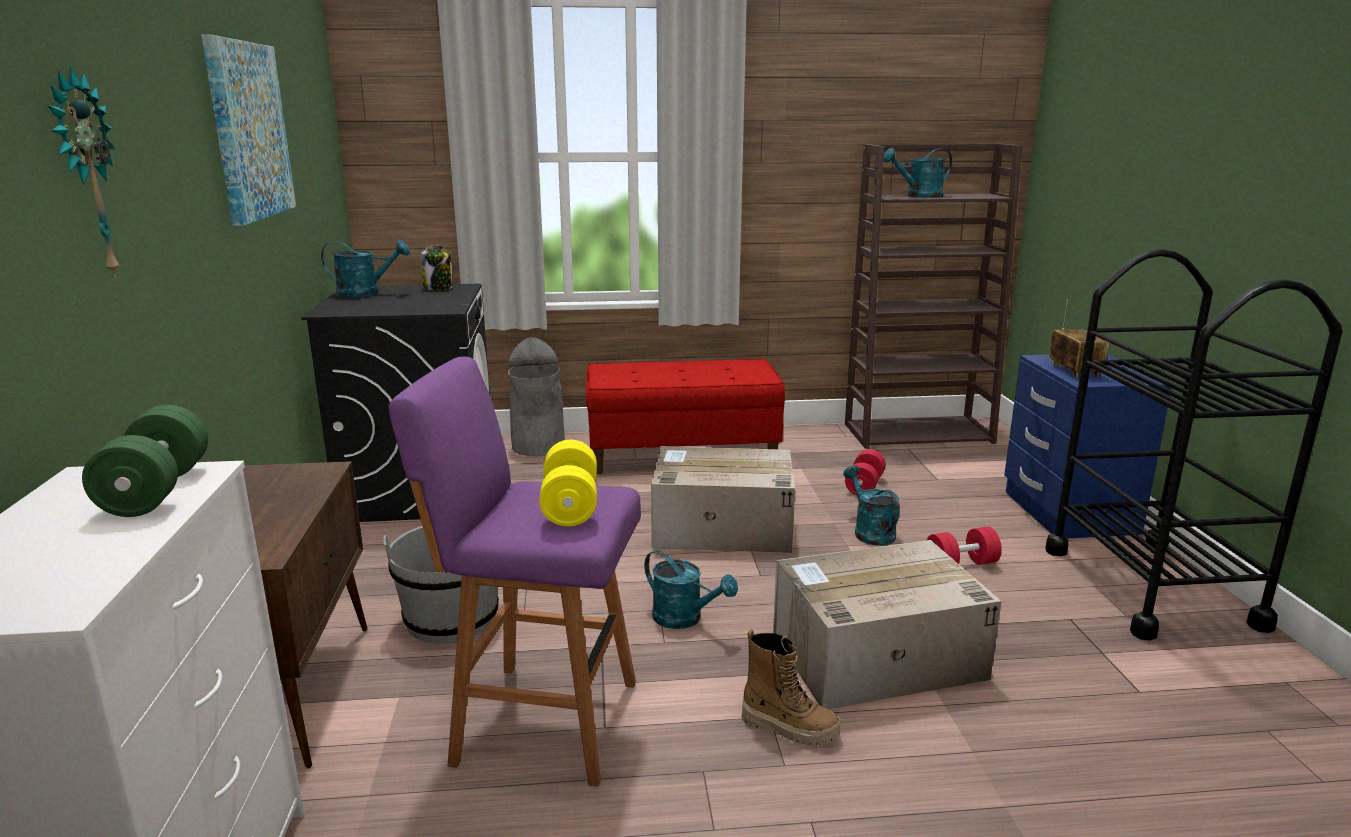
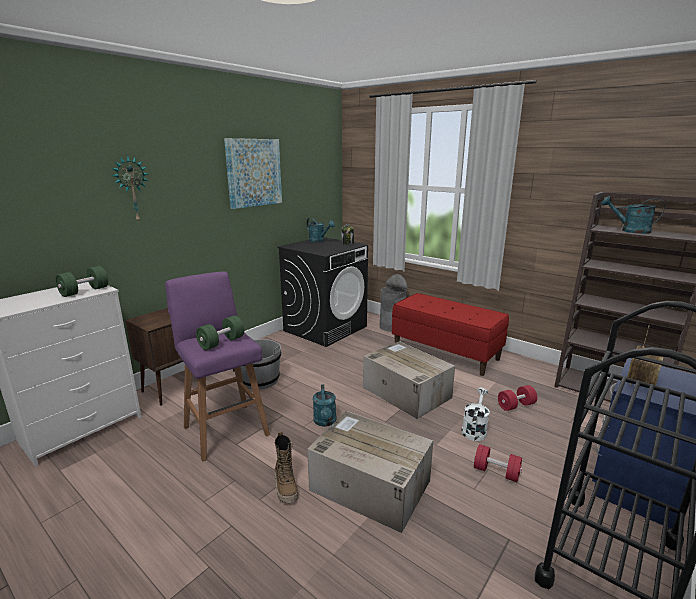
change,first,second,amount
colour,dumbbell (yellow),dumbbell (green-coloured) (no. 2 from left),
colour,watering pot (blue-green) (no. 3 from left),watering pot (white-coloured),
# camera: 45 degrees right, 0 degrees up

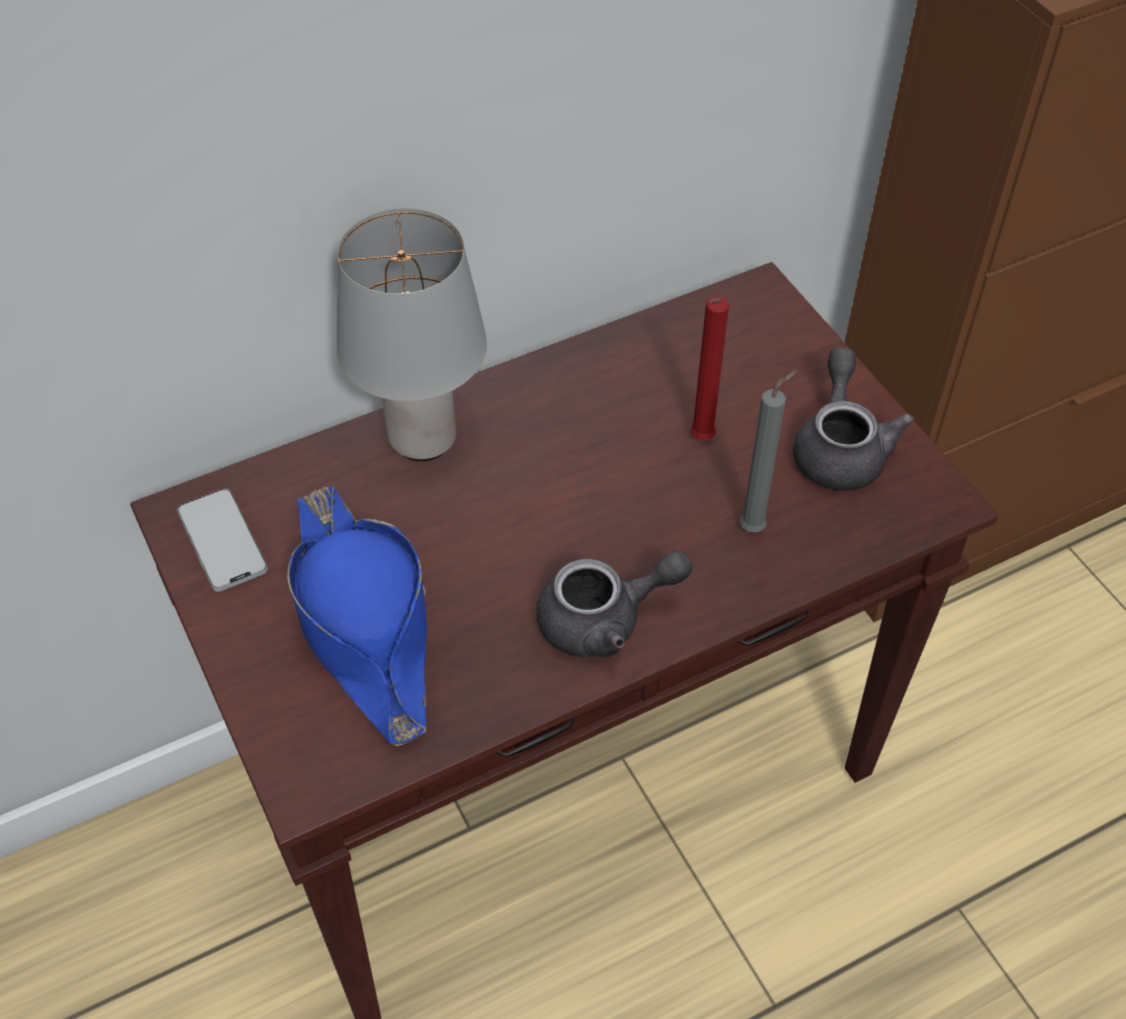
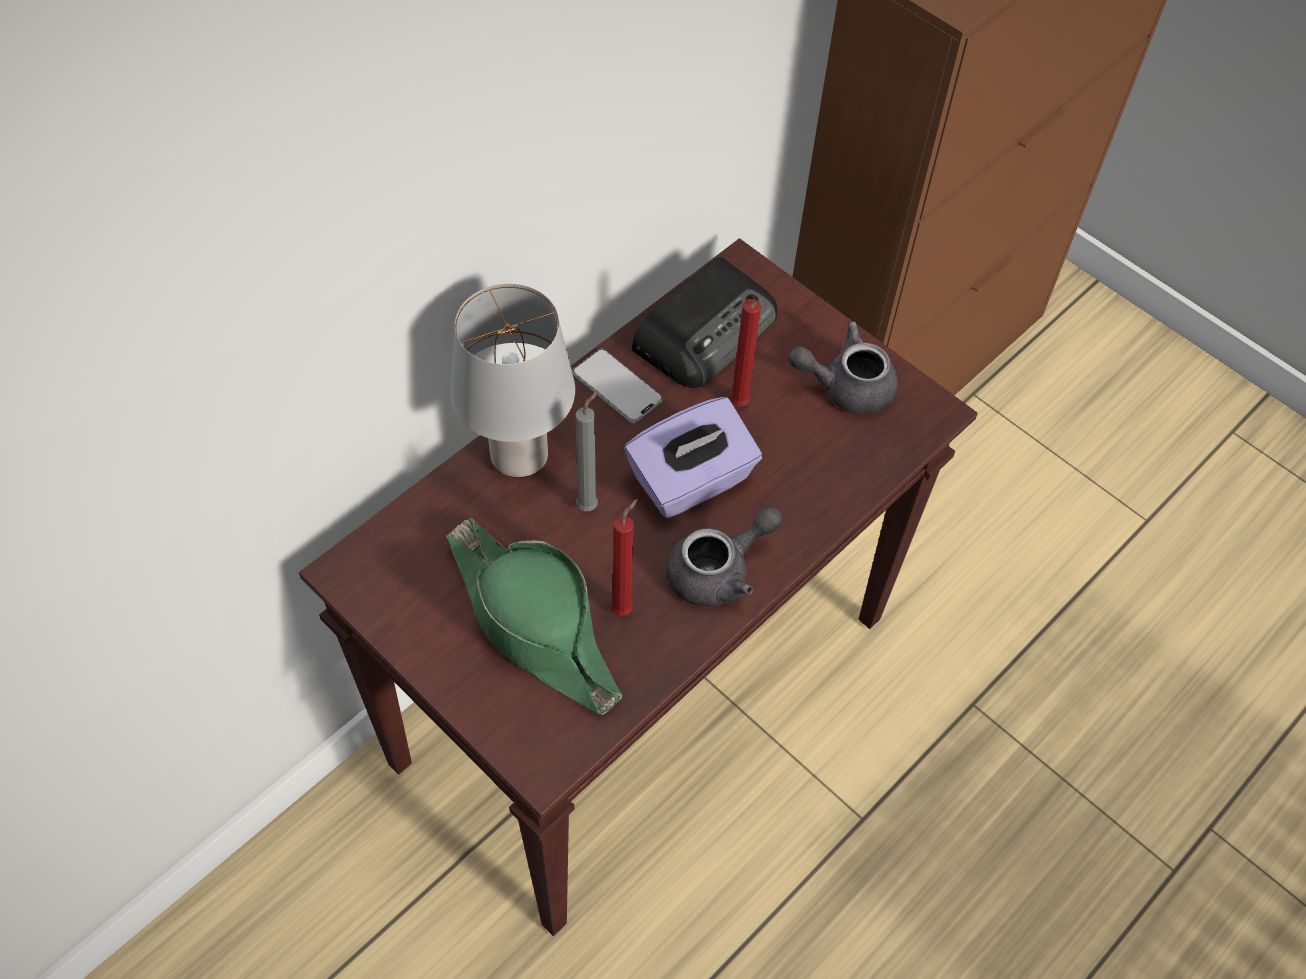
change,first,second,amount
relocated,handset,,
colour,wearable hat (blue-coloured),wearable hat (green-coloured),
relocated,candle (gray),,
spun,teapot (gray) (no. 2 from left),,75 degrees counterclockwise
appeared,,candle (red) (no. 1 from left),
appeared,,tissue holder (purple),
appeared,,radio receiver,
# camera: 20 degrees left, 5 degrees up

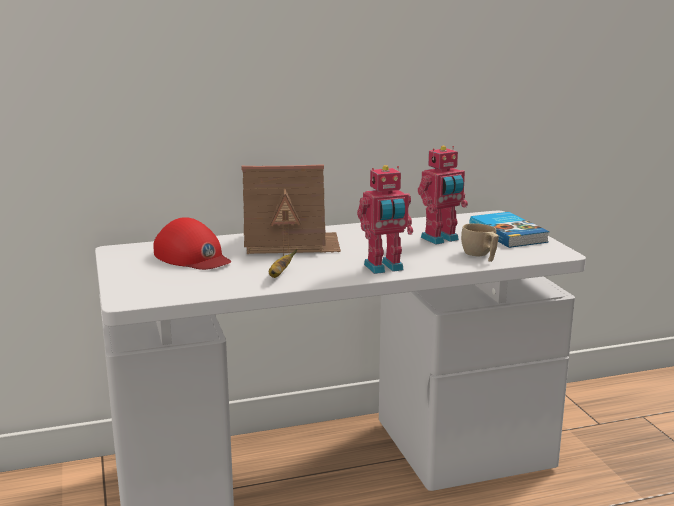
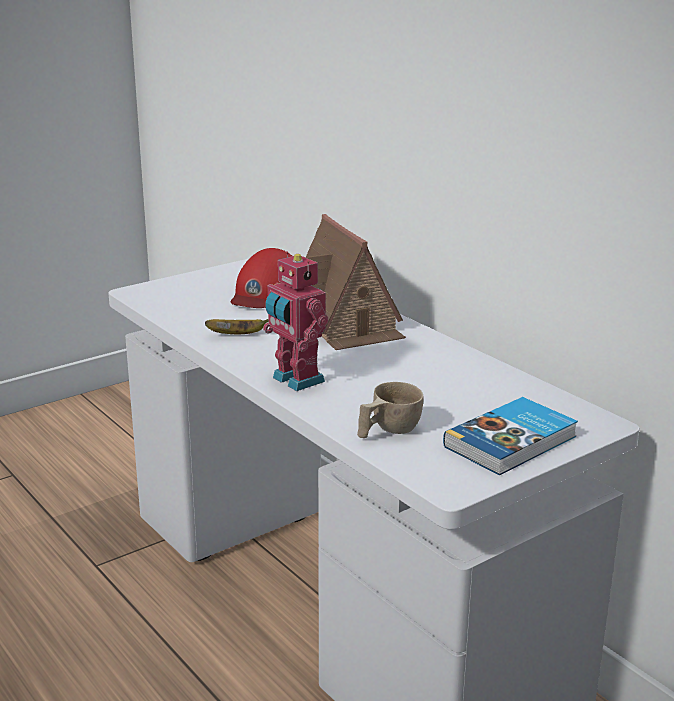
change,first,second,amount
missing,robot figure (no. 2 from left),,
# camera: 70 degrees right, 5 degrees up

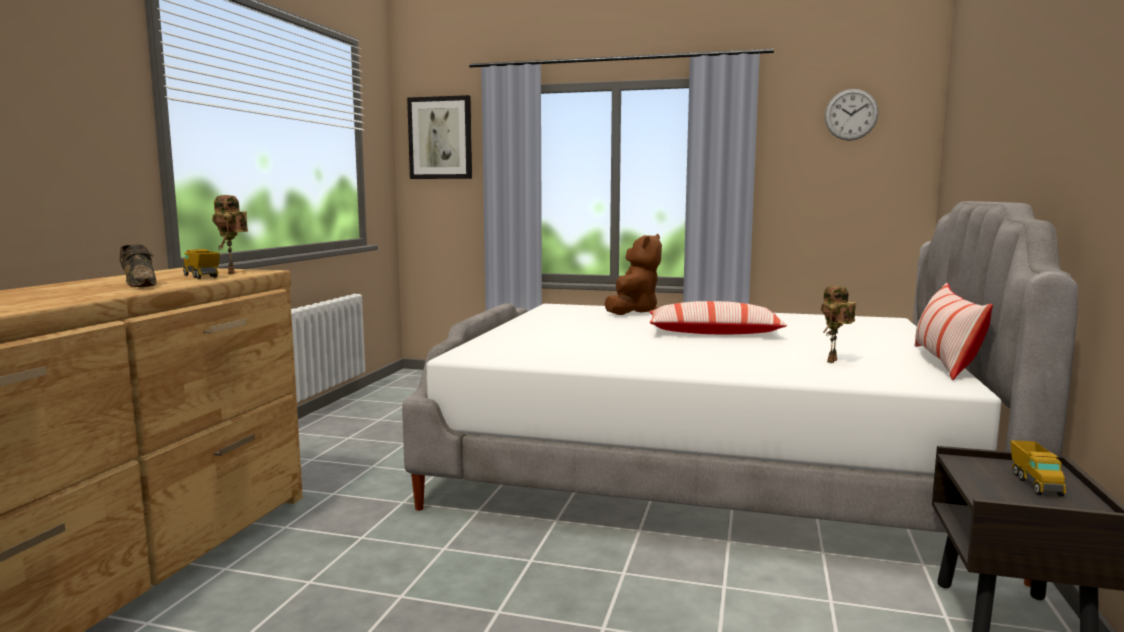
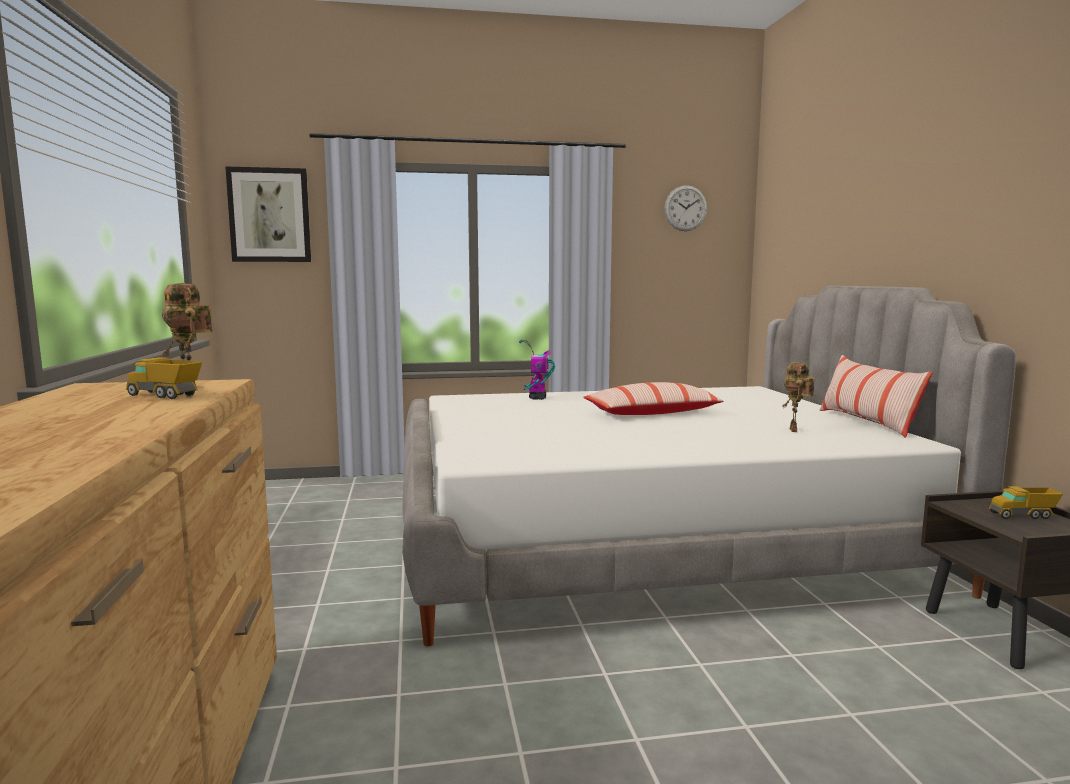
change,first,second,amount
missing,item of footwear (brown),,
exchanged,soft toy (brown),robot figure (no. 2 from left),
spun,toy truck (no. 2 from left),,105 degrees clockwise
# camera: 25 degrees left, 0 degrees up

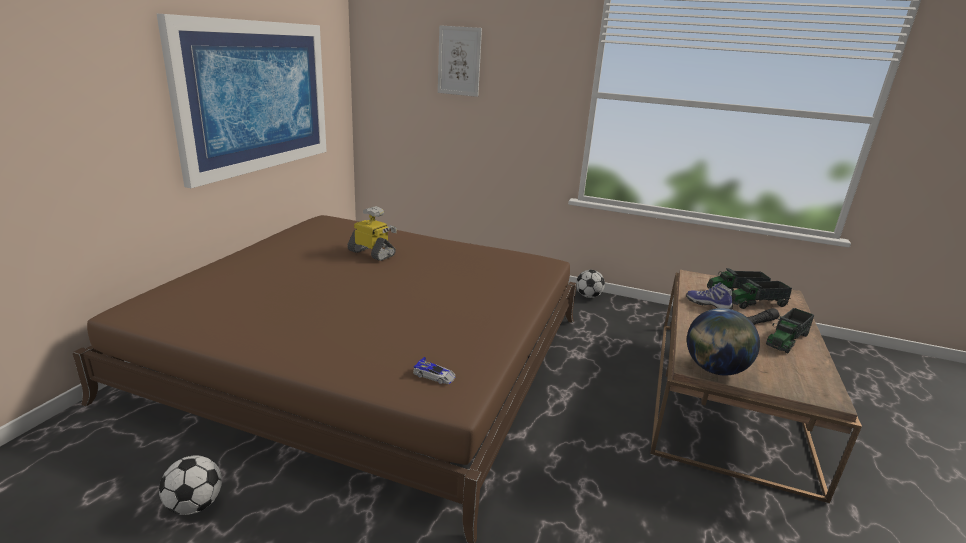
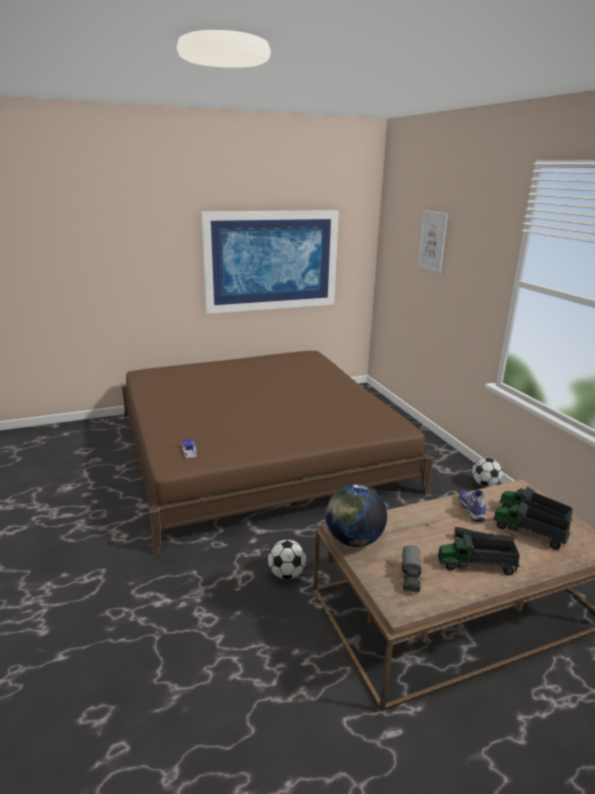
change,first,second,amount
relocated,ball for football (no. 1 from left),,
missing,robot figure,,
appeared,,toy truck (no. 1 from left),
# camera: 50 degrees right, 0 degrees up

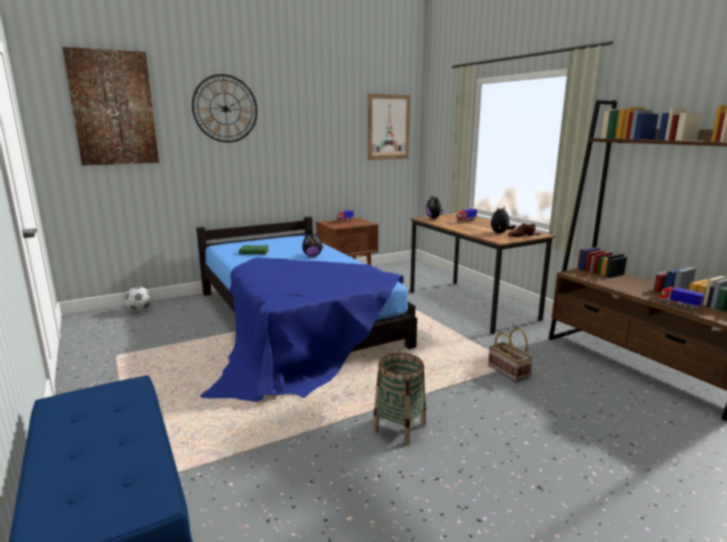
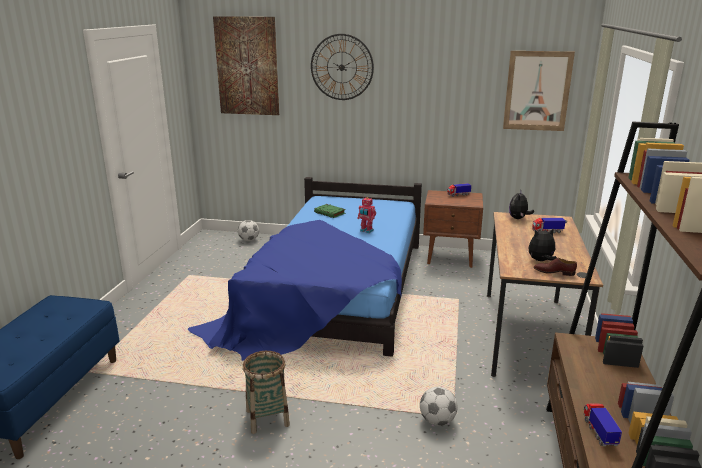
change,first,second,amount
exchanged,soft toy (no. 1 from left),robot figure,
exchanged,household basket (no. 2 from left),ball for football (no. 2 from left),
# camera: 40 degrees right, 5 degrees up

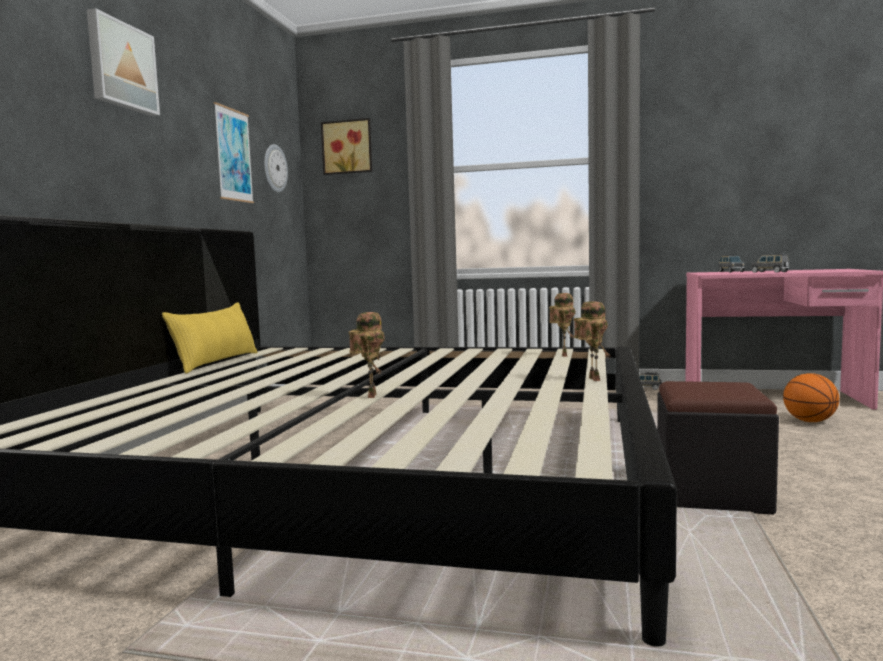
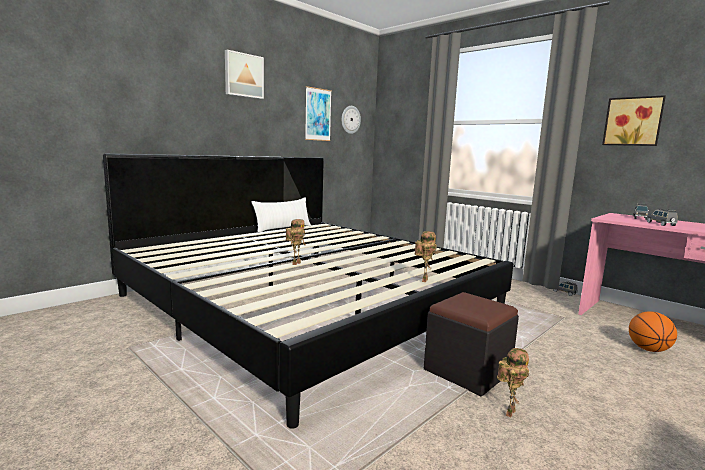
change,first,second,amount
colour,pillow (yellow),pillow (white-coloured),
relocated,wall art (no. 3 from left),,
relocated,robot figure (no. 2 from left in the first image),robot figure (no. 3 from left),
# camera: 30 degrees right, 5 degrees up

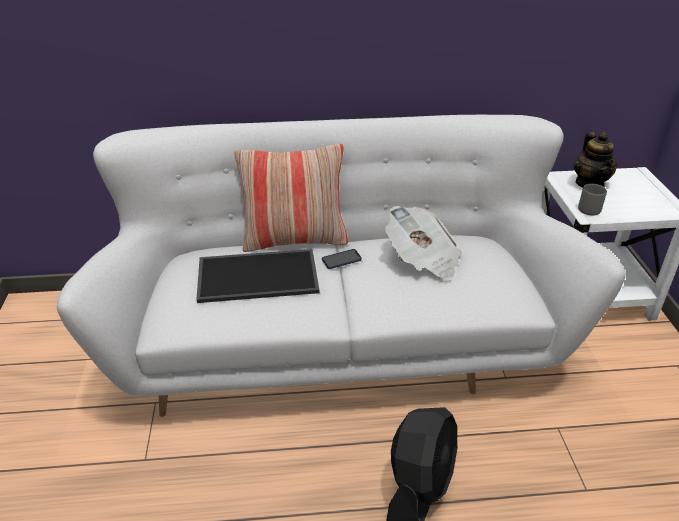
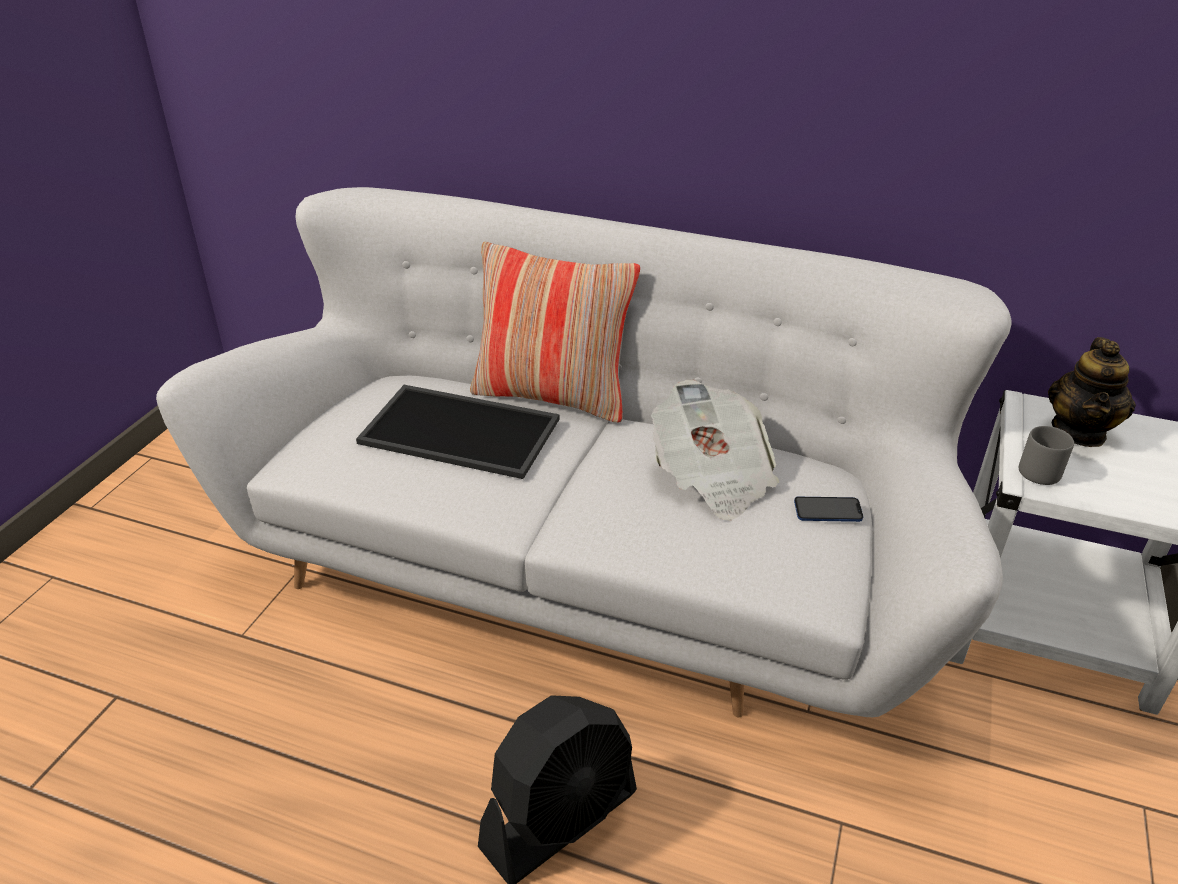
change,first,second,amount
relocated,handset,,
# camera: 25 degrees right, 0 degrees up

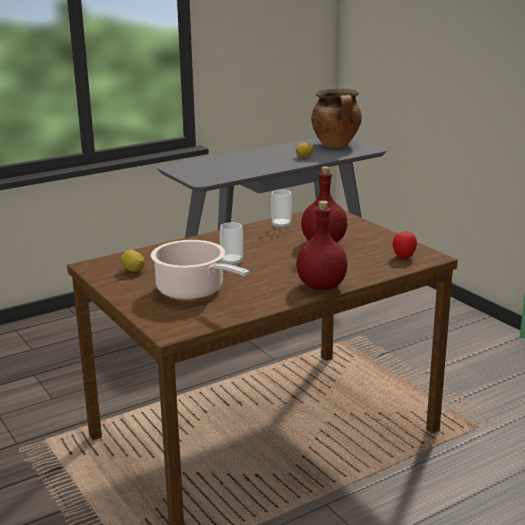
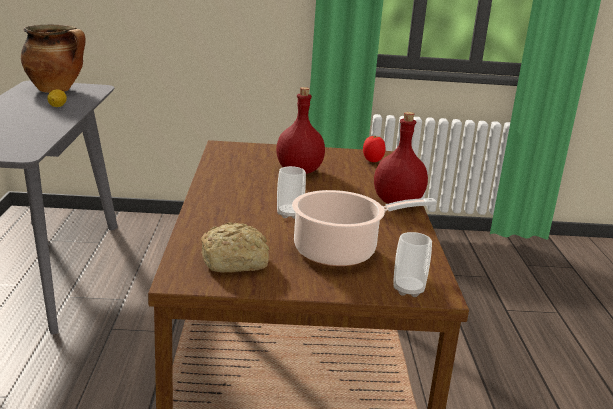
change,first,second,amount
exchanged,lemon (no. 1 from left),bread,
relocated,cup (no. 2 from left),,
# camera: 60 degrees left, 0 degrees up

